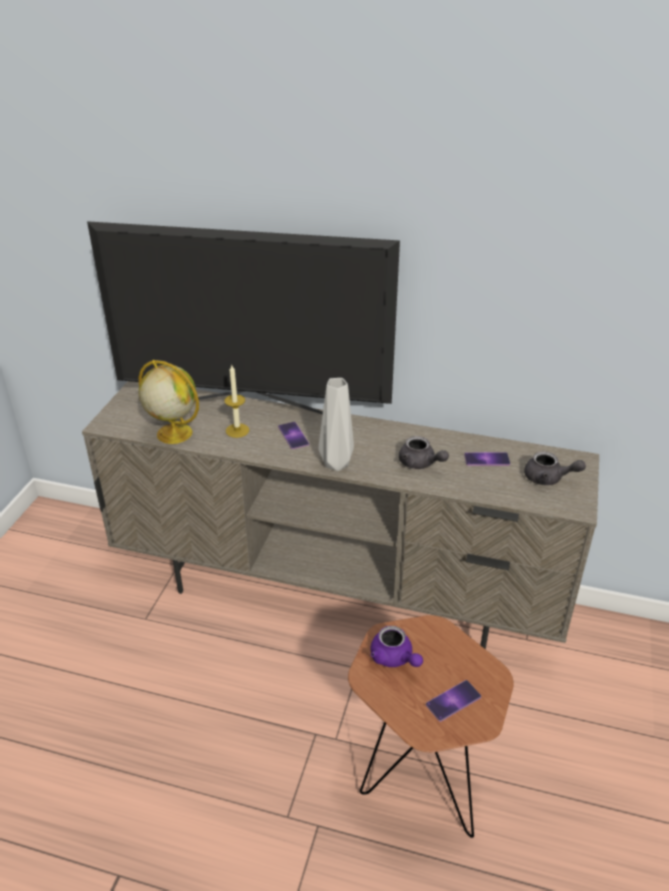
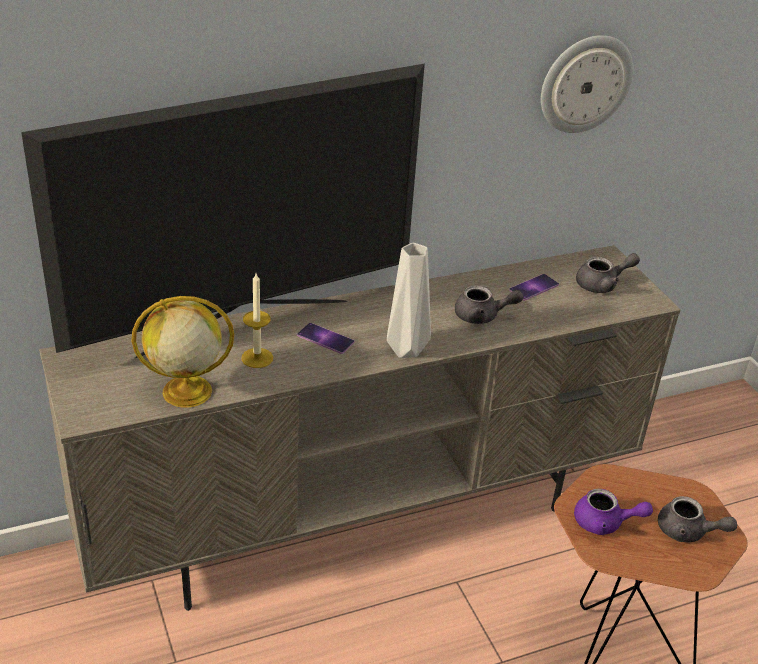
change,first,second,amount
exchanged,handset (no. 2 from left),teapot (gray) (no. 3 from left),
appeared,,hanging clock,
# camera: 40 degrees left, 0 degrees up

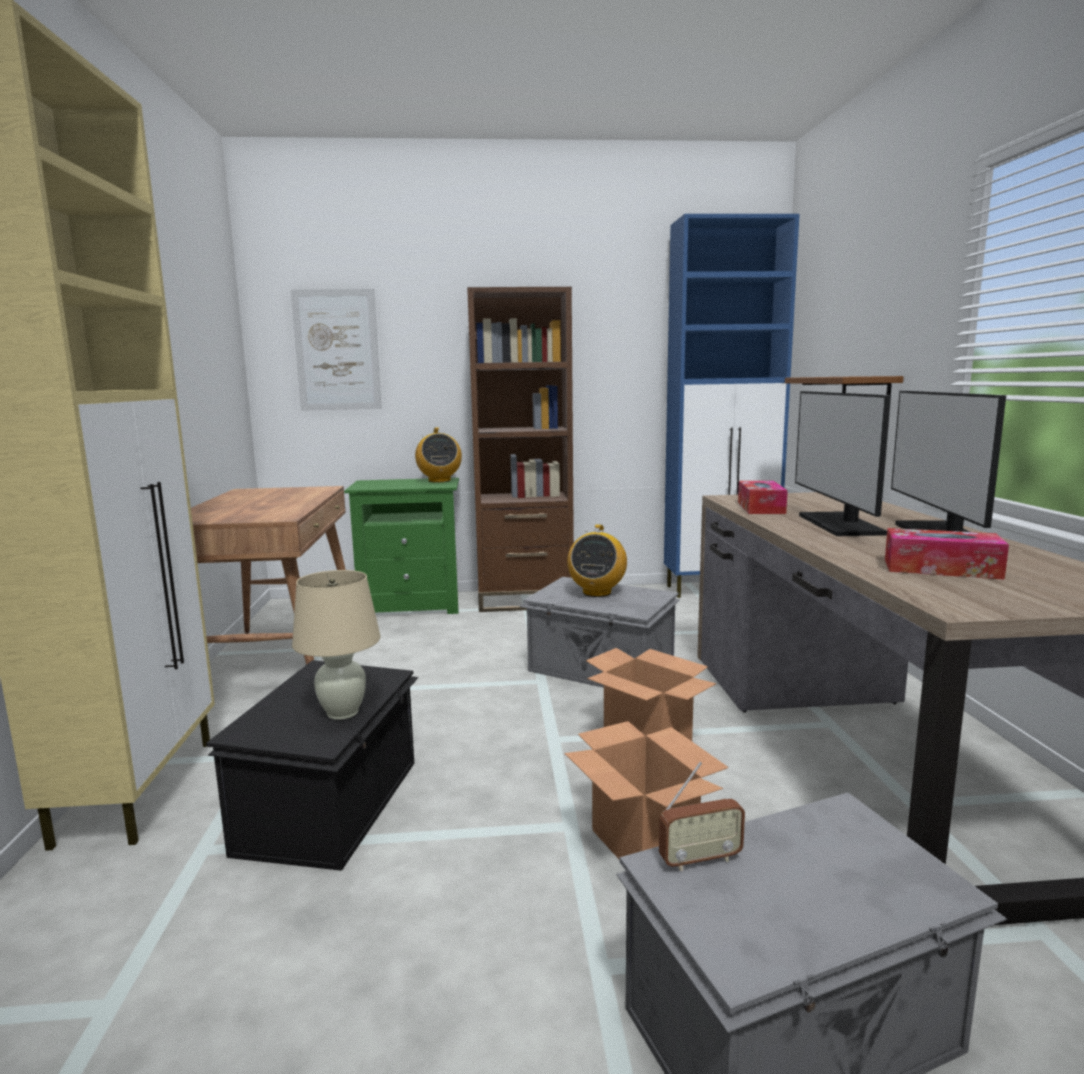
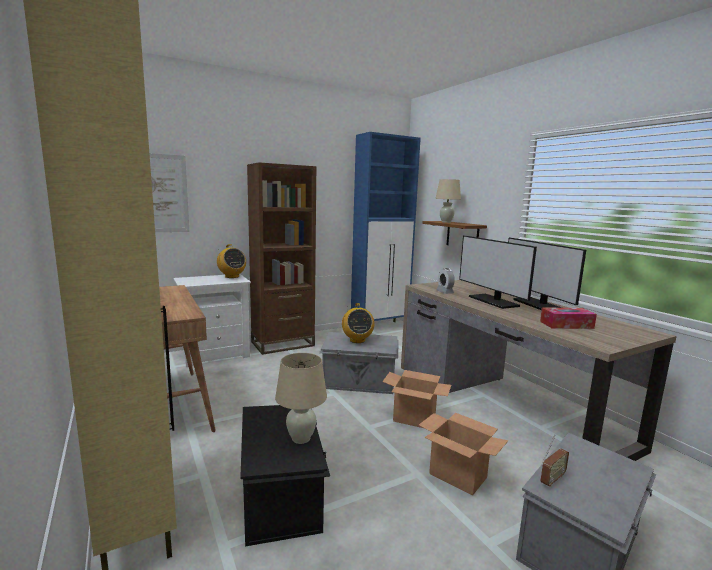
change,first,second,amount
colour,bedside table (green-coloured),bedside table (white-coloured),
exchanged,tissue holder (no. 1 from left),bedside clock,
appeared,,table lamp (beige) (no. 2 from left),
# camera: 25 degrees left, 0 degrees up

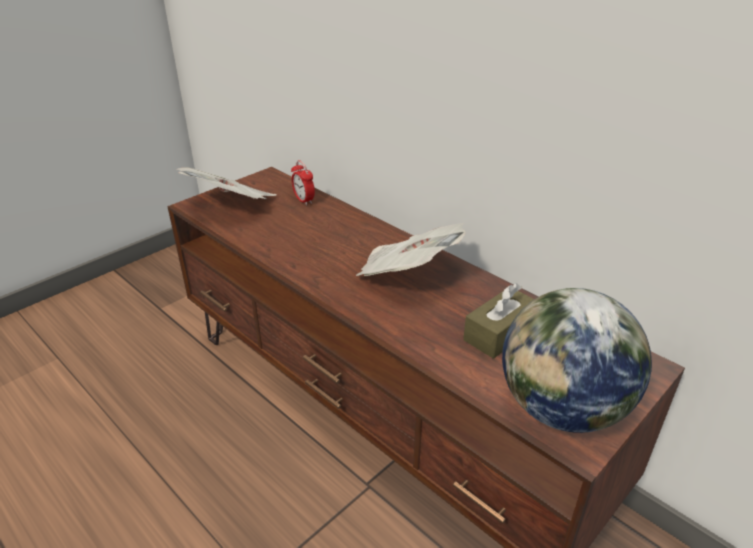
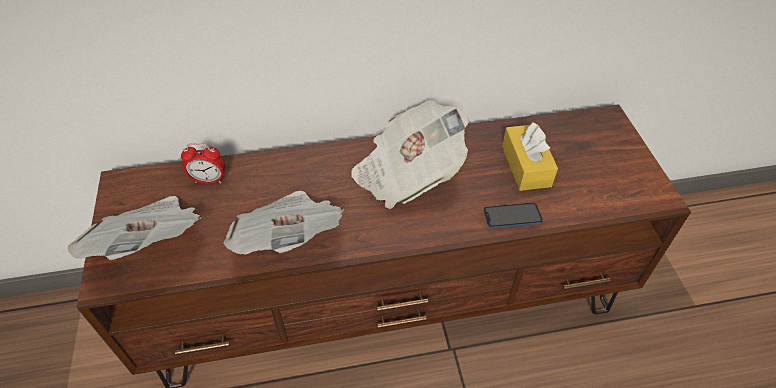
change,first,second,amount
colour,tissue holder (brown),tissue holder (yellow),
missing,globe,,
appeared,,newspaper (no. 2 from left),
appeared,,handset,
# camera: 55 degrees left, 15 degrees up

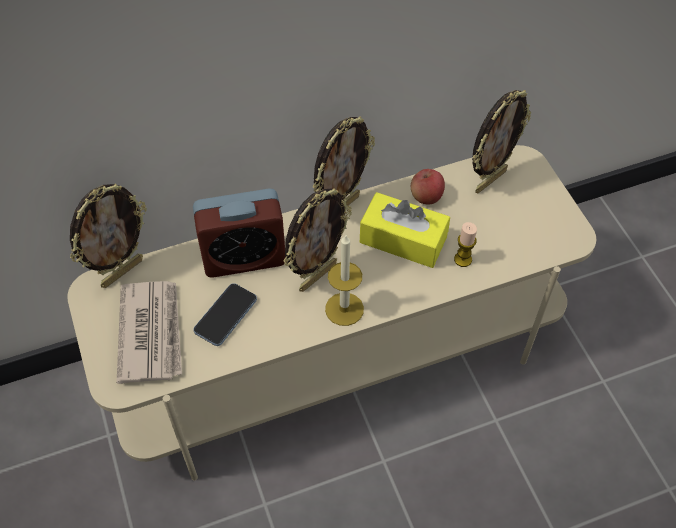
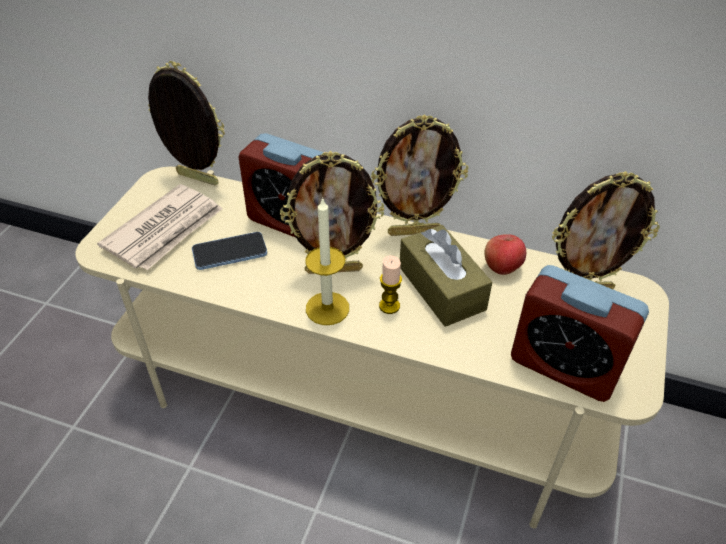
change,first,second,amount
spun,picture frame (no. 1 from left),,150 degrees counterclockwise
colour,tissue holder (yellow),tissue holder (brown),
relocated,candle (no. 2 from left),,
appeared,,bedside clock (no. 2 from left),
# camera: 40 degrees right, 10 degrees down

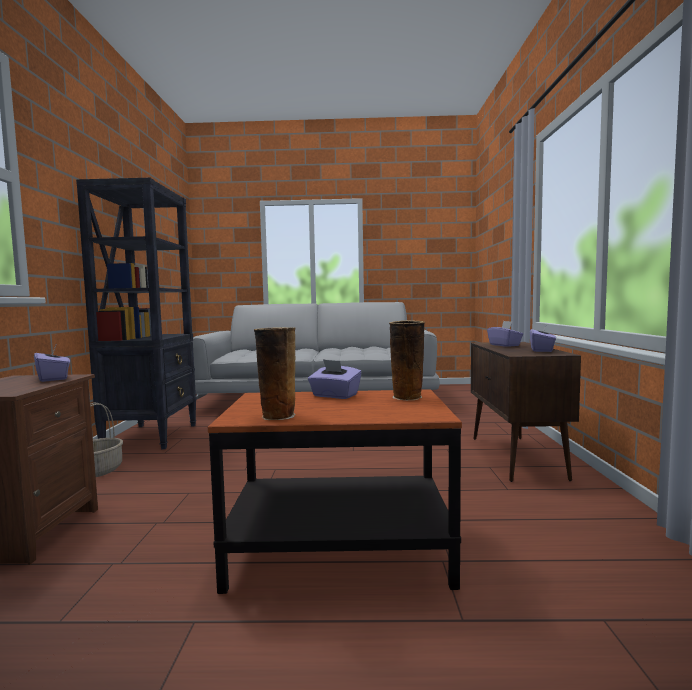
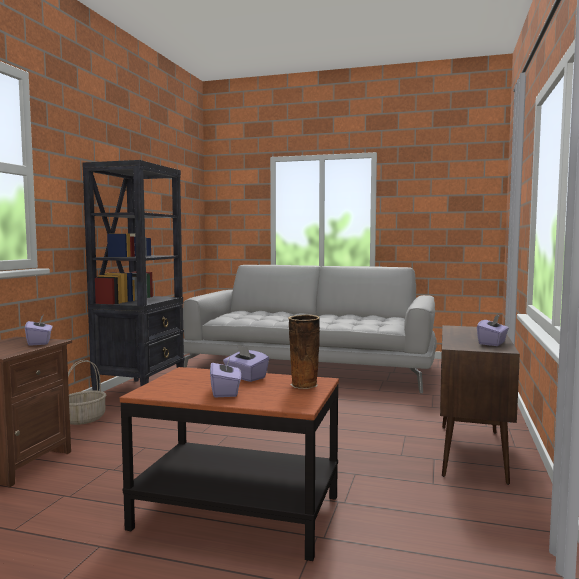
change,first,second,amount
missing,decorative vase (no. 1 from left),,
relocated,tissue holder (purple) (no. 3 from left in the first image),tissue holder (purple) (no. 2 from left),
# camera: 15 degrees right, 0 degrees up

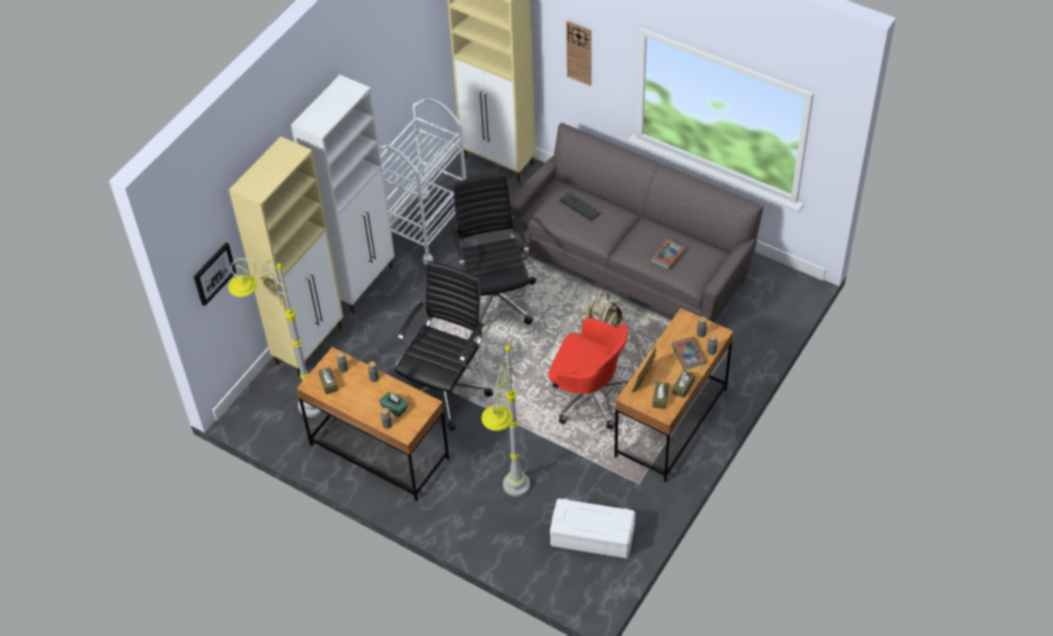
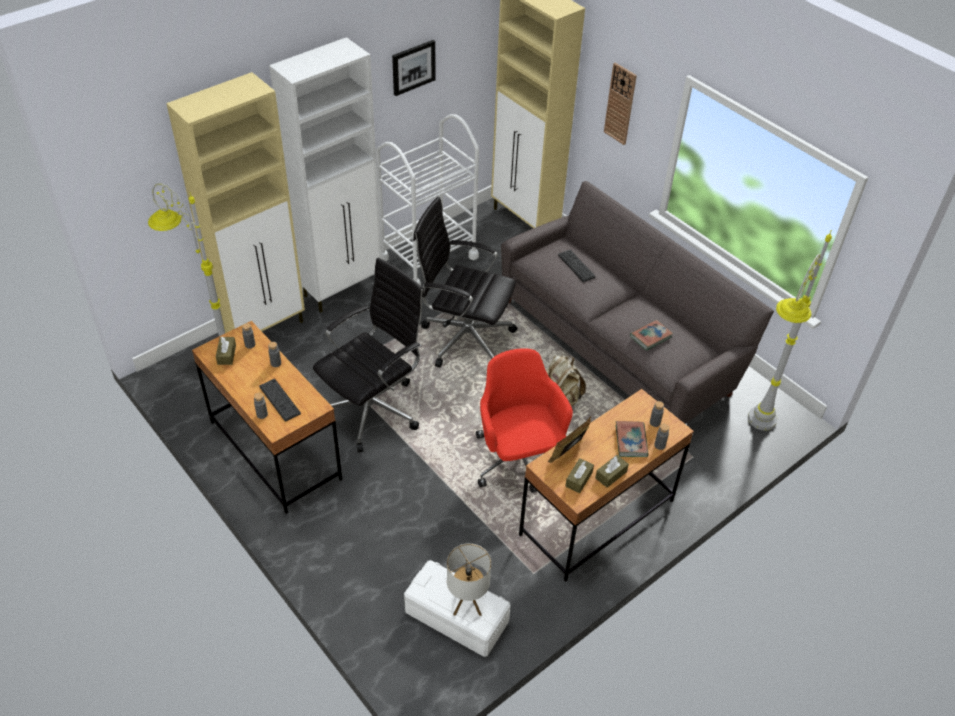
change,first,second,amount
relocated,wall art,,
exchanged,tissue holder (green-coloured),computer keyboard (no. 1 from left),
spun,computer chair (black-coloured) (no. 2 from left),,75 degrees counterclockwise
relocated,standing lamp (gray) (no. 2 from left),,
spun,computer chair (red),,150 degrees counterclockwise
appeared,,table lamp,
# camera: 15 degrees right, 5 degrees down

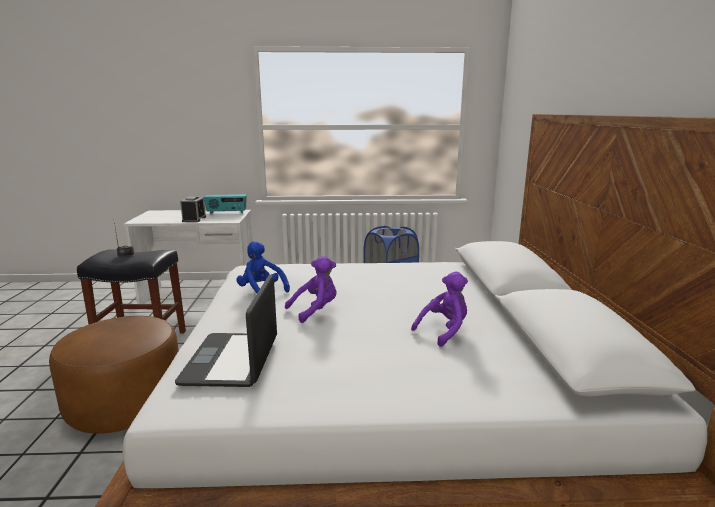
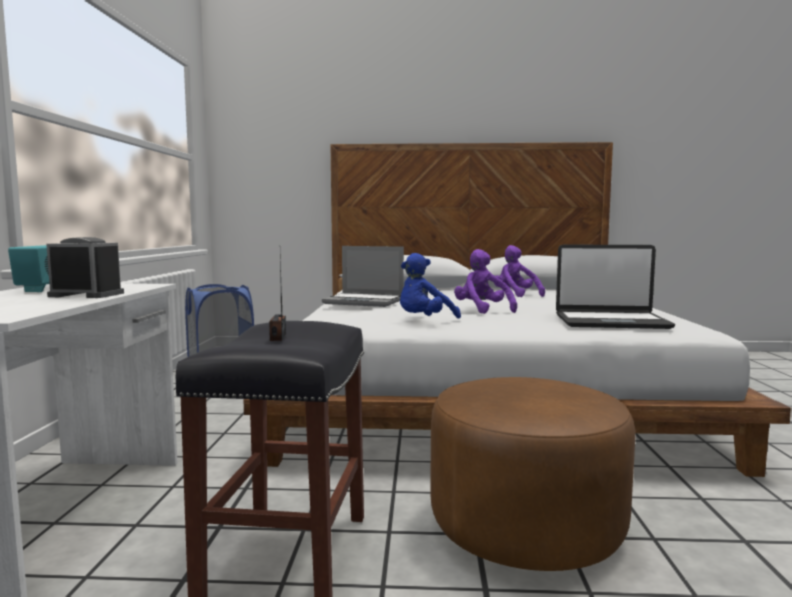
change,first,second,amount
appeared,,portable computer (no. 1 from left),
# camera: 85 degrees left, 10 degrees down

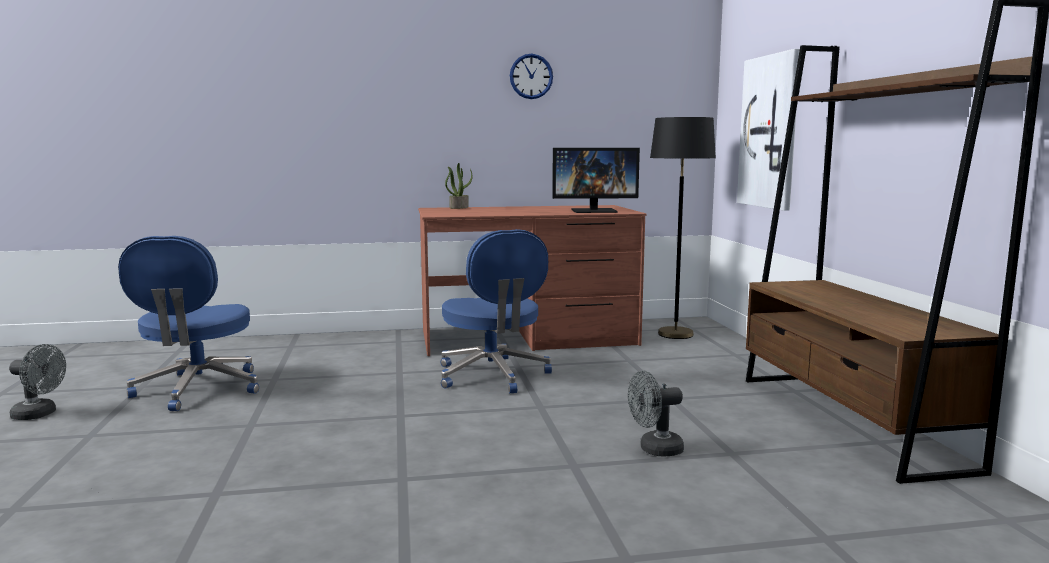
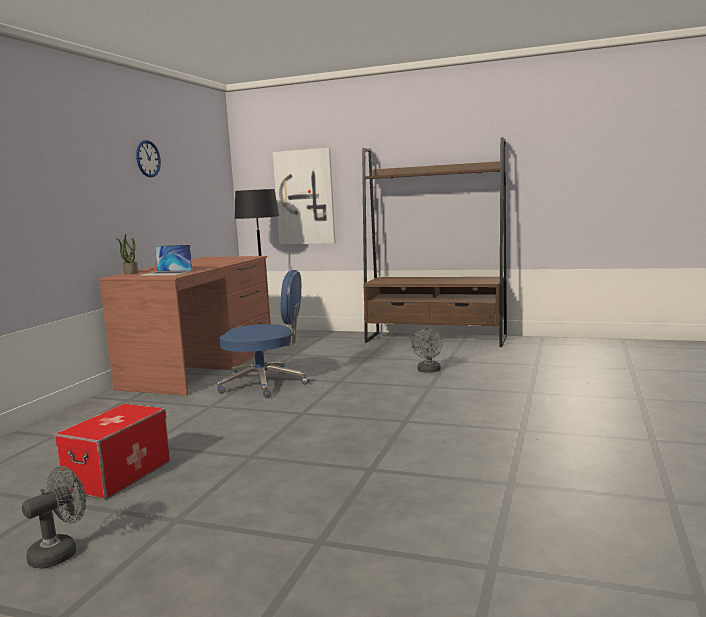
change,first,second,amount
exchanged,computer chair (blue-coloured) (no. 1 from left),storage bin,
missing,monitor,,
appeared,,portable computer,
# camera: 60 degrees left, 0 degrees up

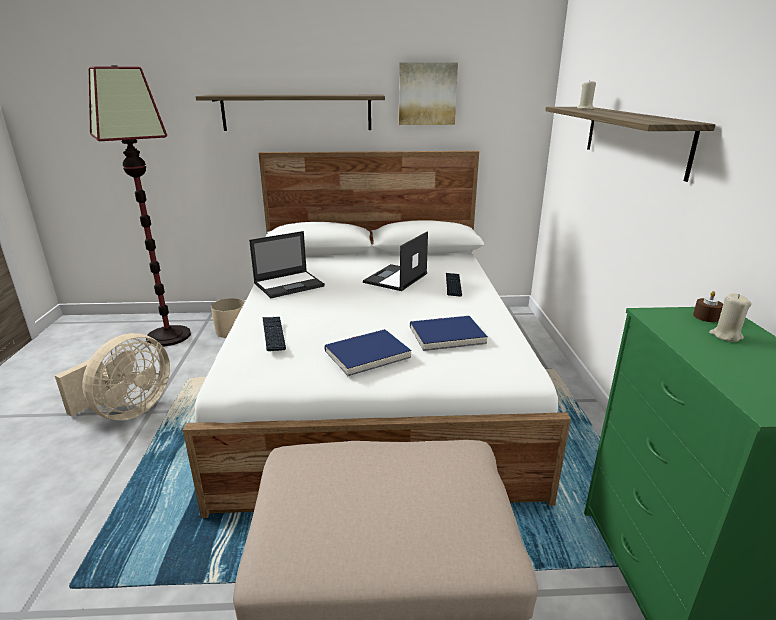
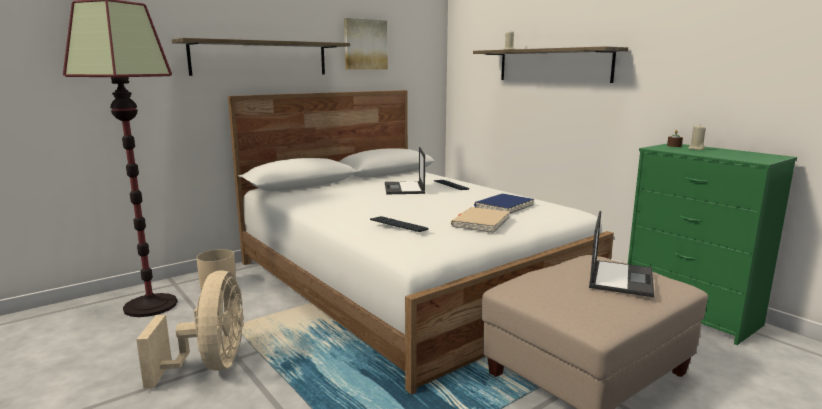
change,first,second,amount
relocated,portable computer (no. 1 from left in the first image),portable computer (no. 2 from left),
colour,book (blue-coloured) (no. 1 from left),book (beige),
# camera: 35 degrees left, 10 degrees down

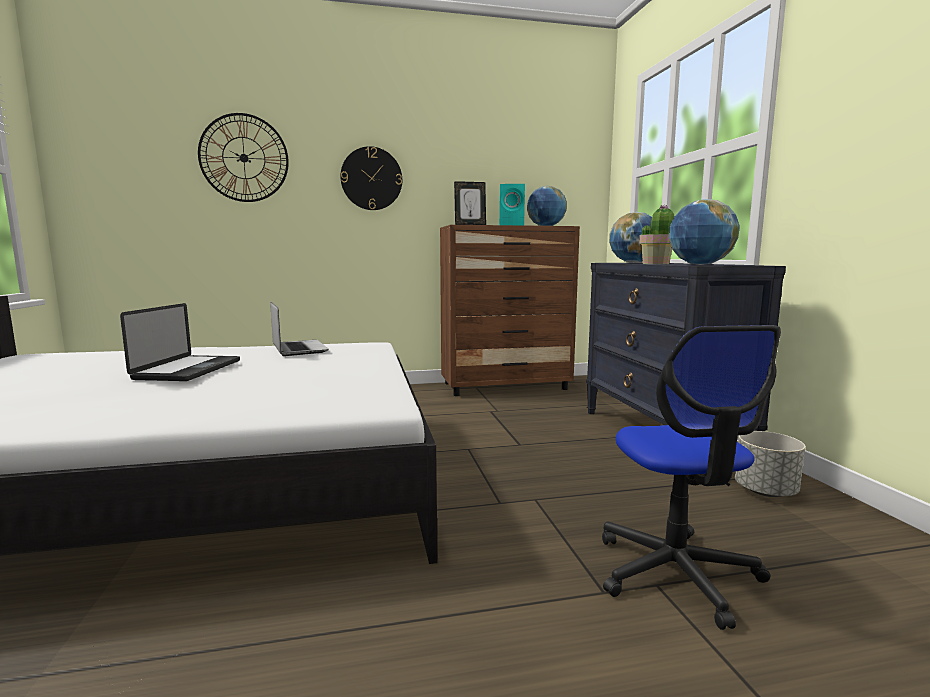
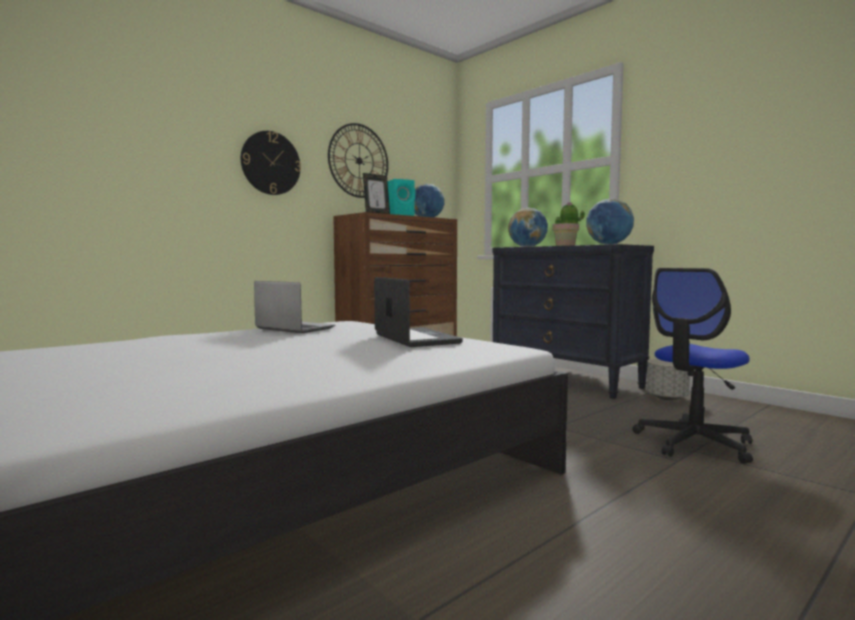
change,first,second,amount
relocated,portable computer (no. 1 from left in the first image),portable computer (no. 2 from left),
relocated,hanging clock (no. 1 from left in the first image),hanging clock (no. 2 from left),
spun,computer chair,,90 degrees clockwise
# camera: 30 degrees left, 5 degrees down

